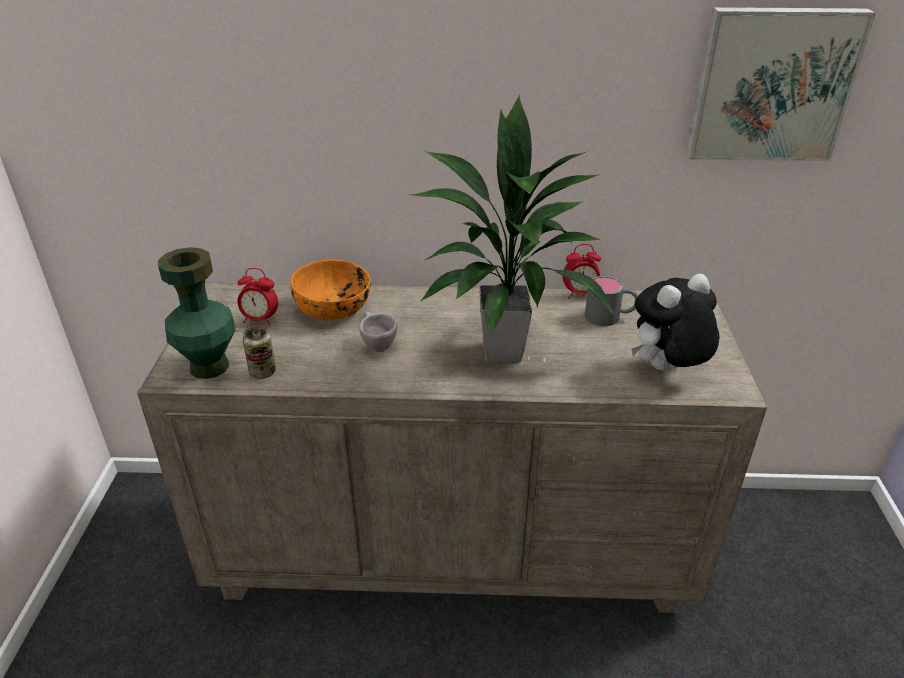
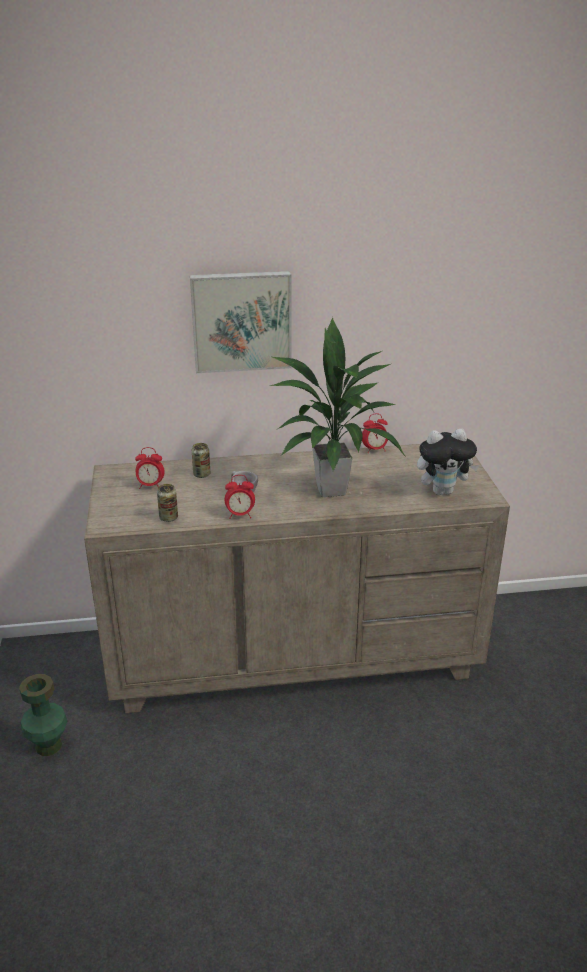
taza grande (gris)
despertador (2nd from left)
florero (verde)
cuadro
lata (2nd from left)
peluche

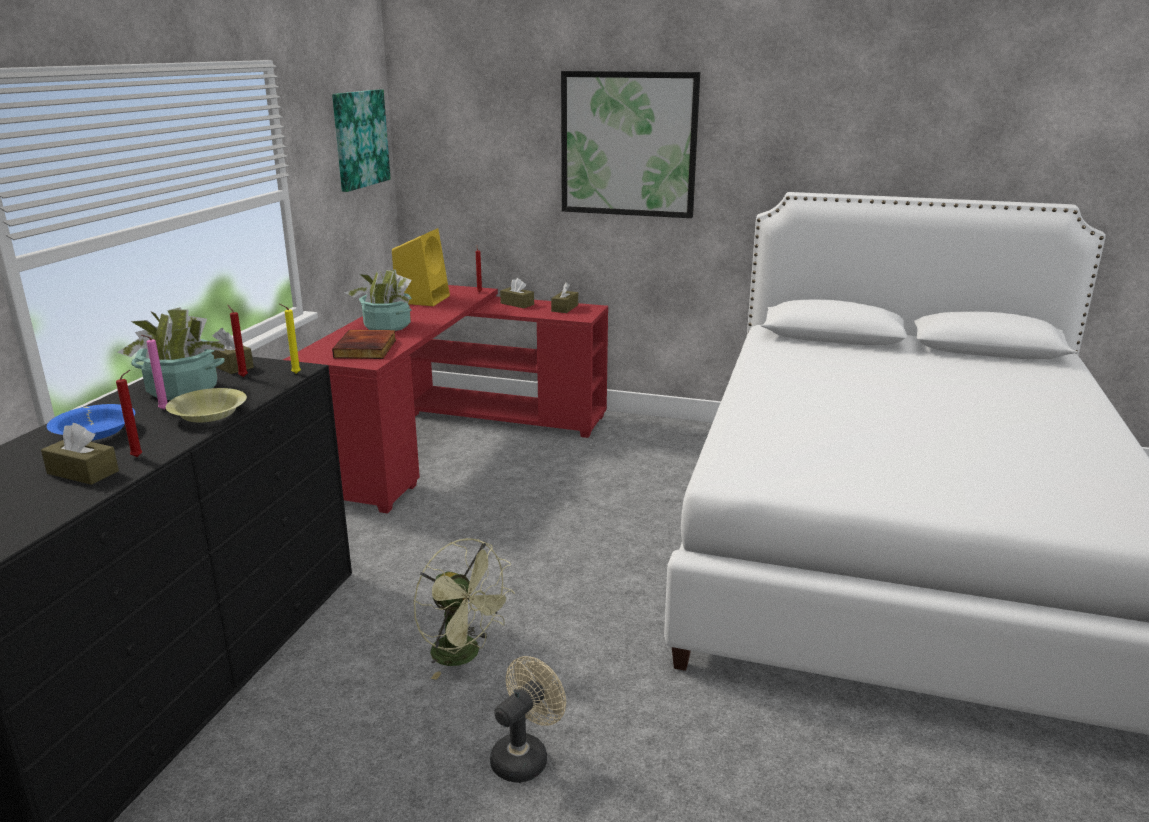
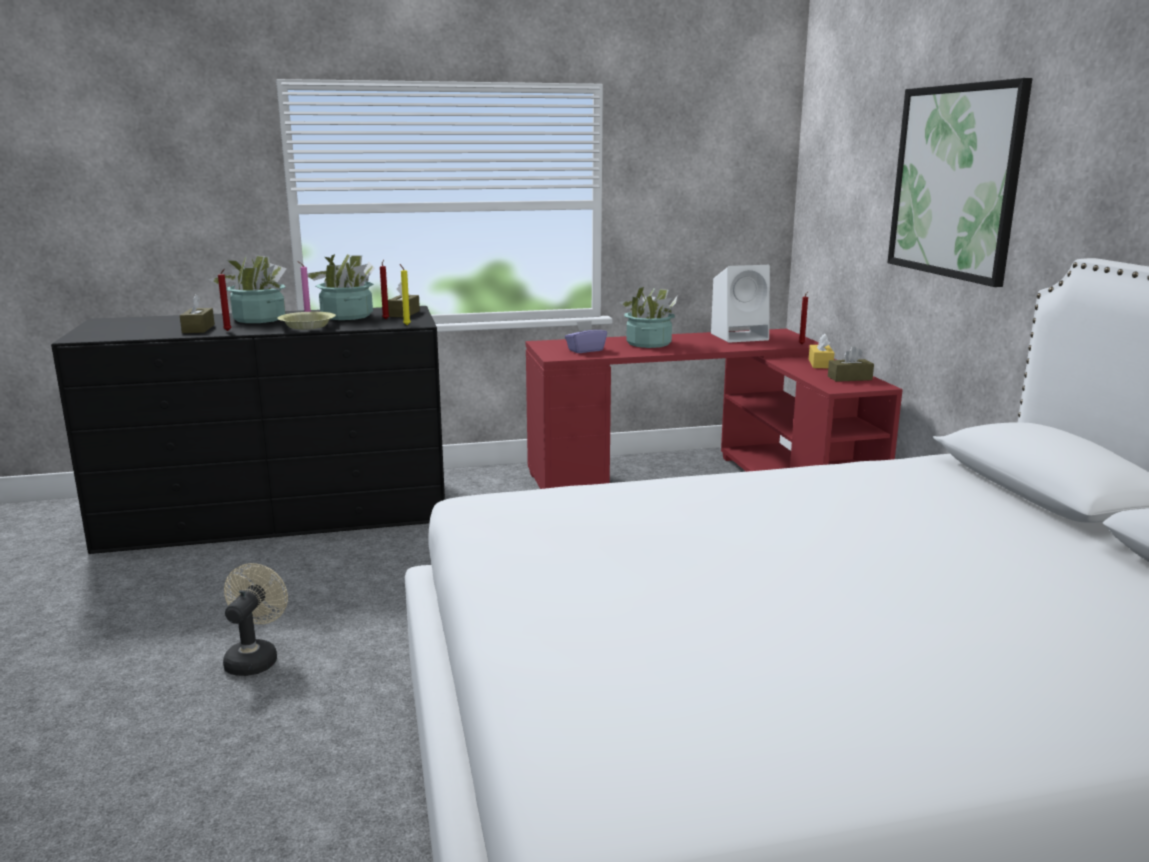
cuadro (1st from left in the first image)
ventilador (verde)
planta en maceta (1st from left)
caja de pañuelos (morado)
altavoz (blanco)
caja de pañuelos (amarillo)
ventilador (beis)

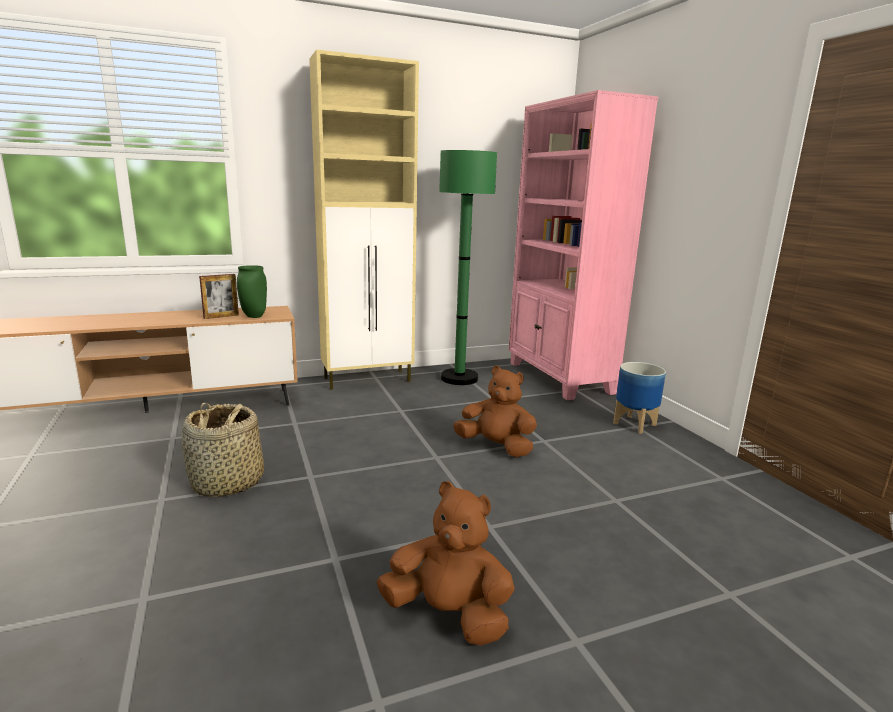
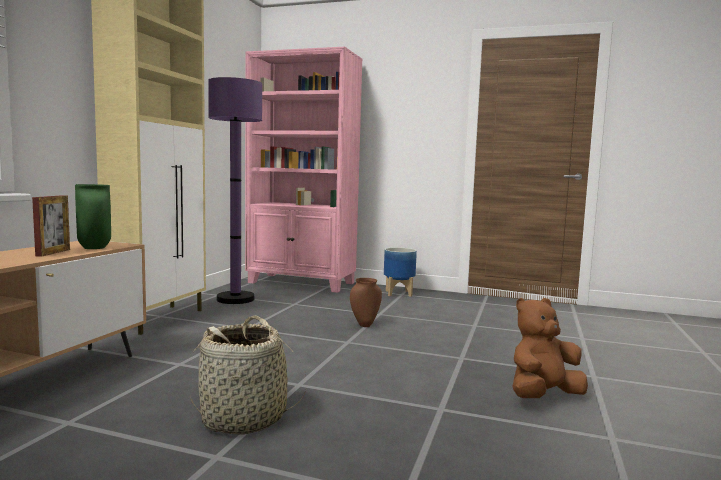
florero (marrón)
lámpara de pie (morado)

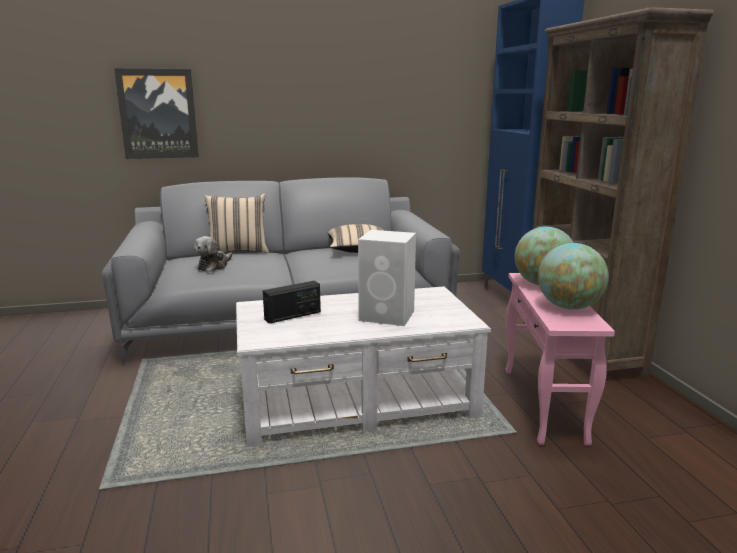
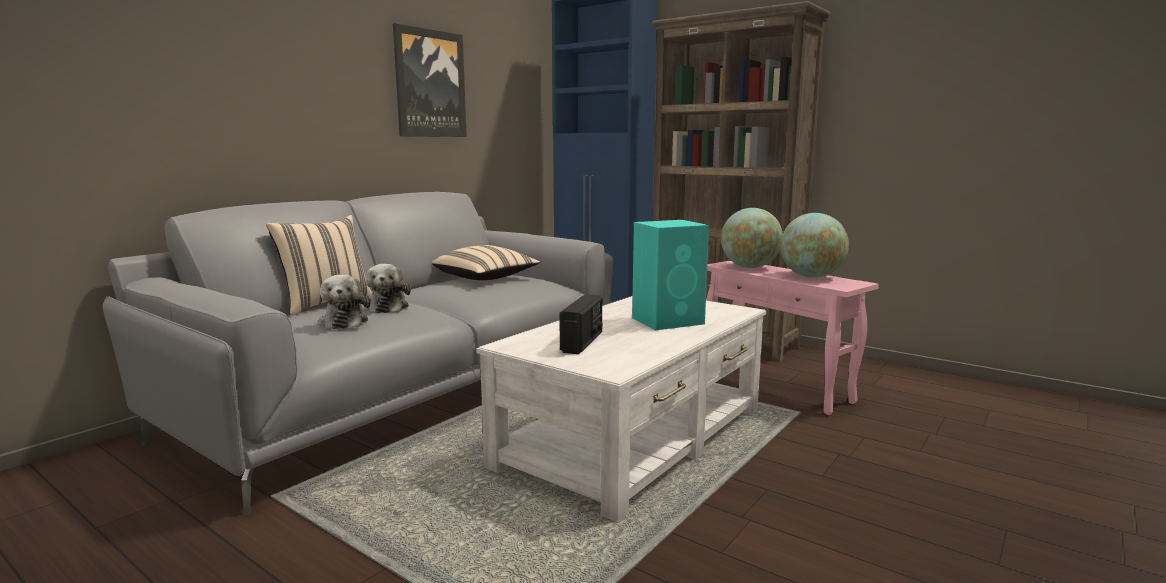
peluche (2nd from left)
cuadro
altavoz (turquesa)

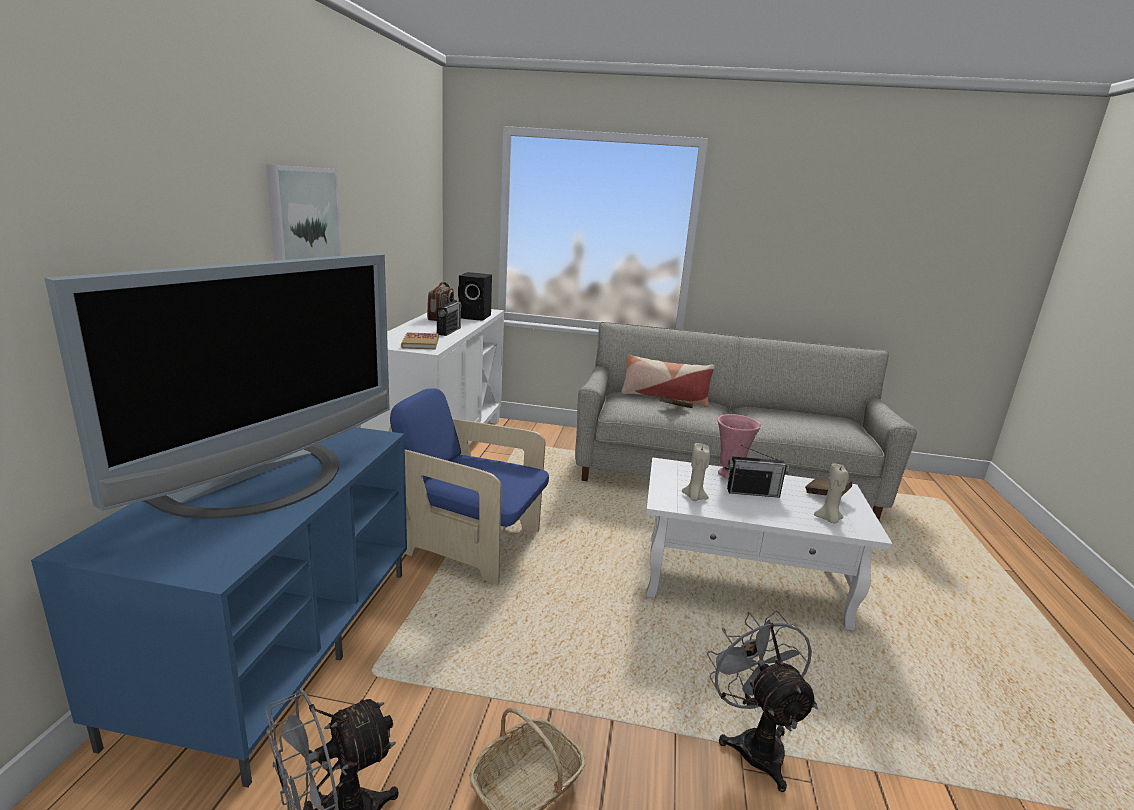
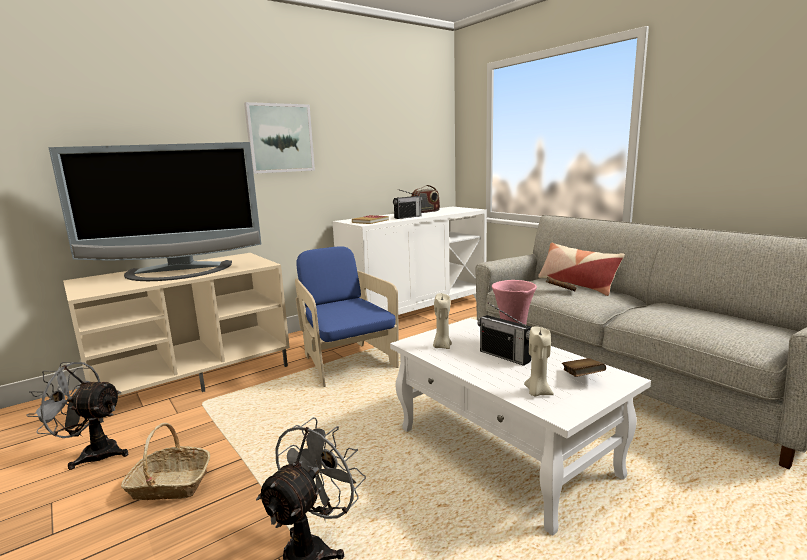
altavoz (negro)
mueble de televisión (beis)

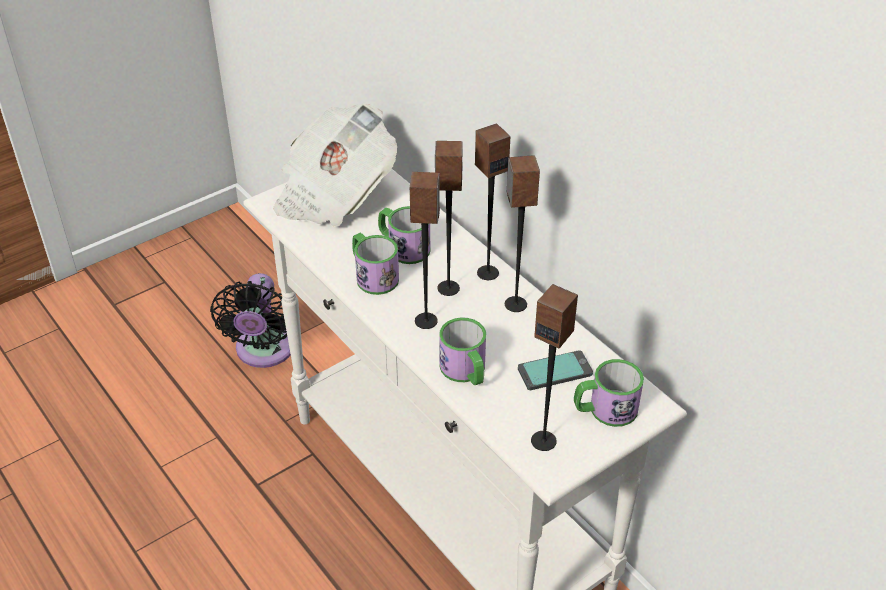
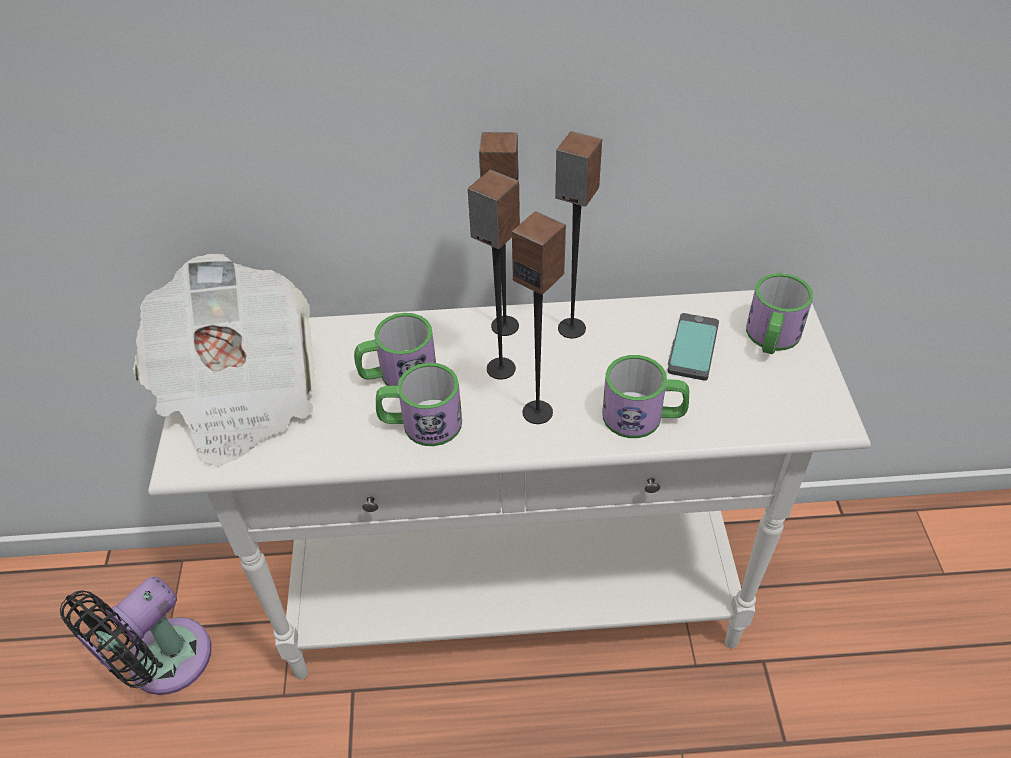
altavoz (5th from left in the first image)
ventilador (negro)

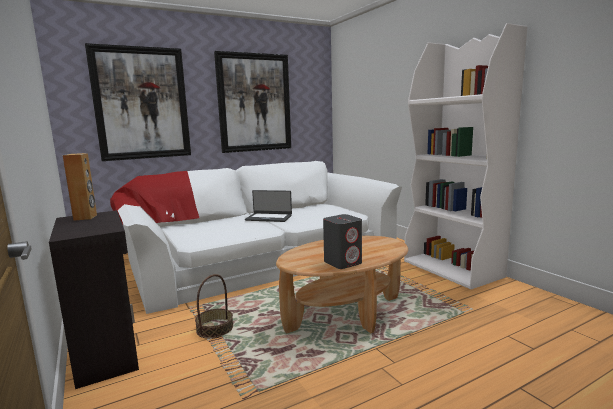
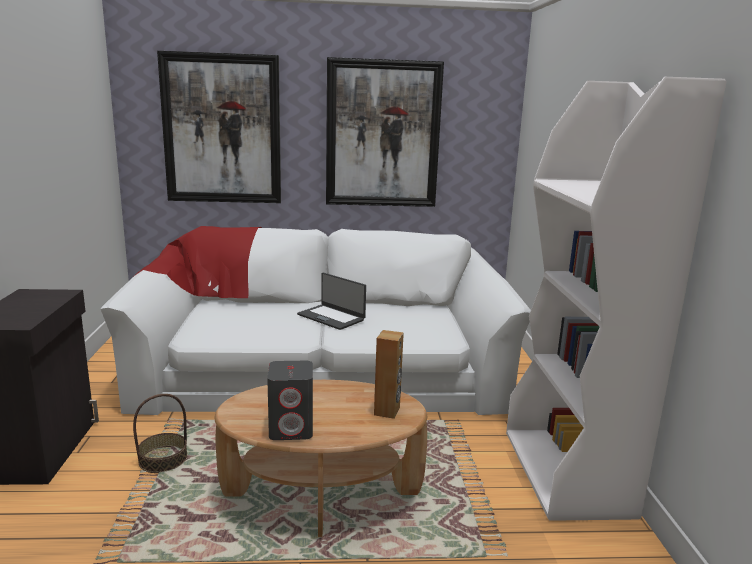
altavoz (marrón)

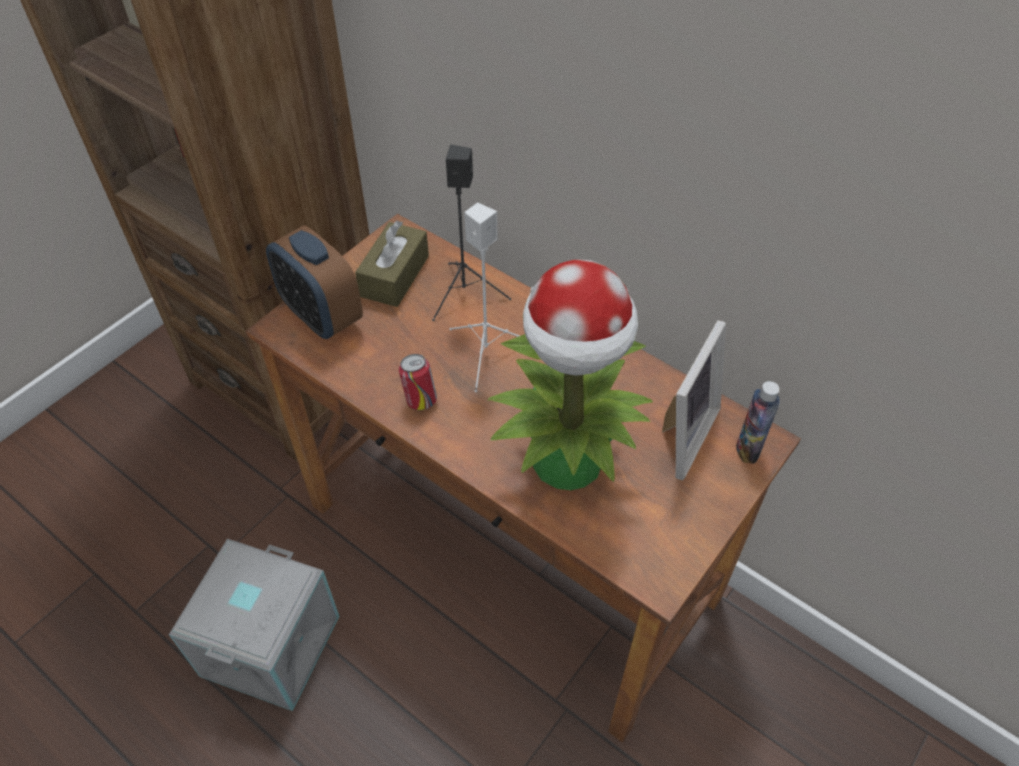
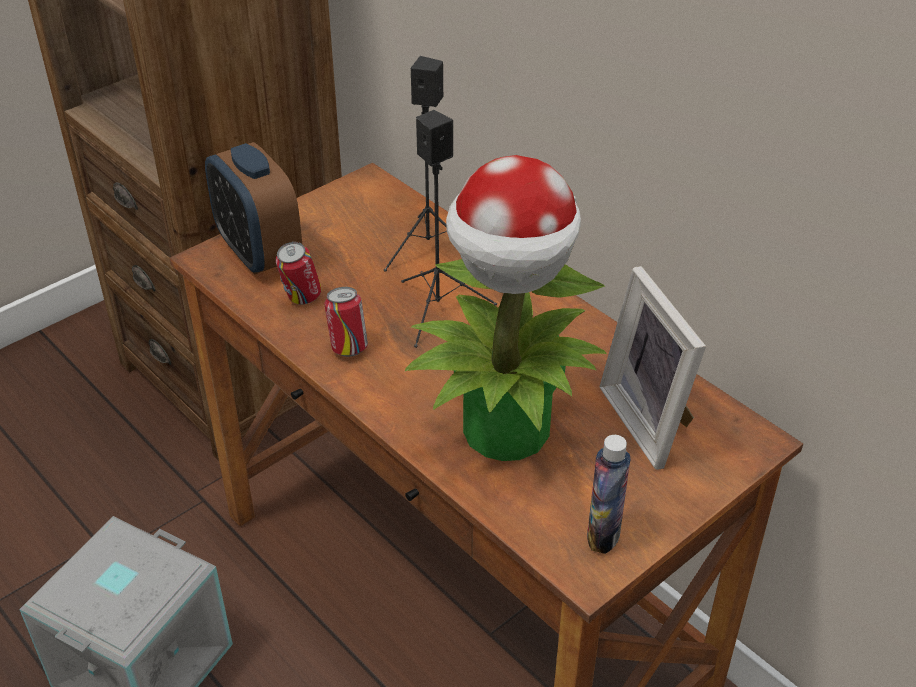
caja de pañuelos (marrón)
lata (1st from left)
botella
altavoz (negro) (2nd from left)
portarretratos

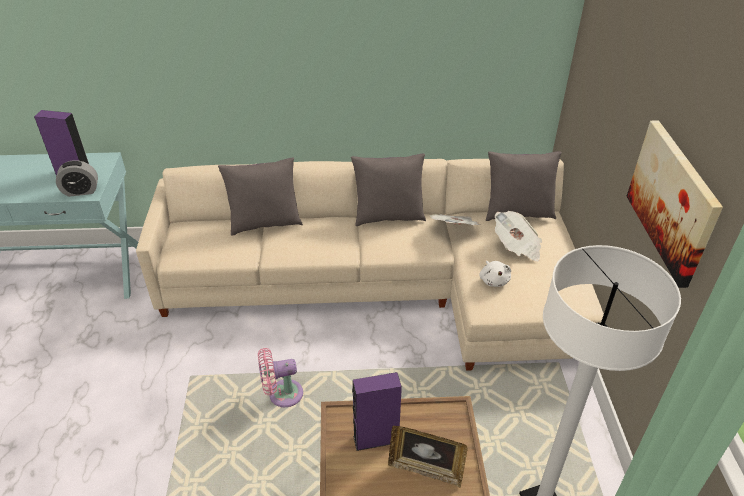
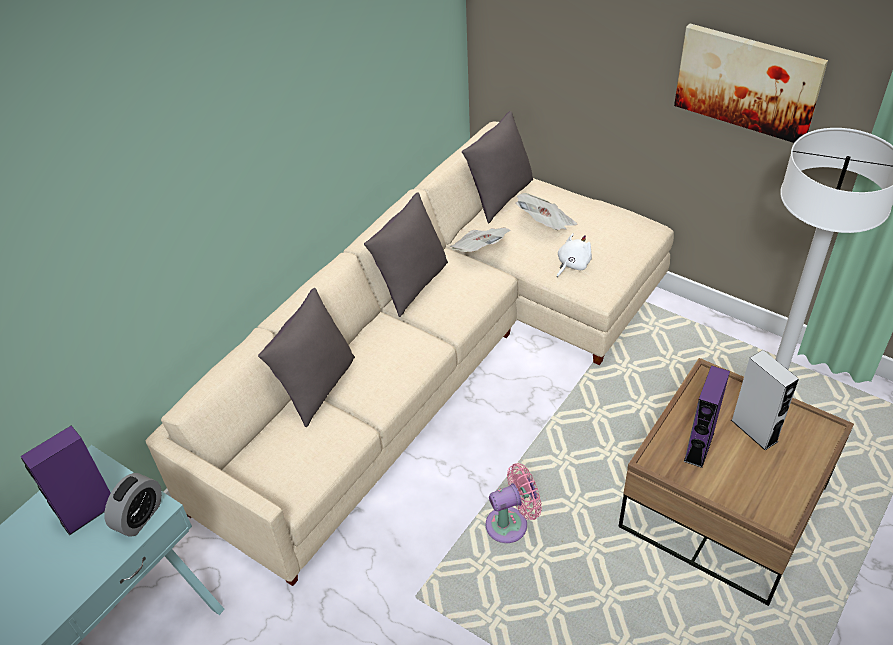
altavoz (gris)
ventilador (rosa)
peluche (blanco)

